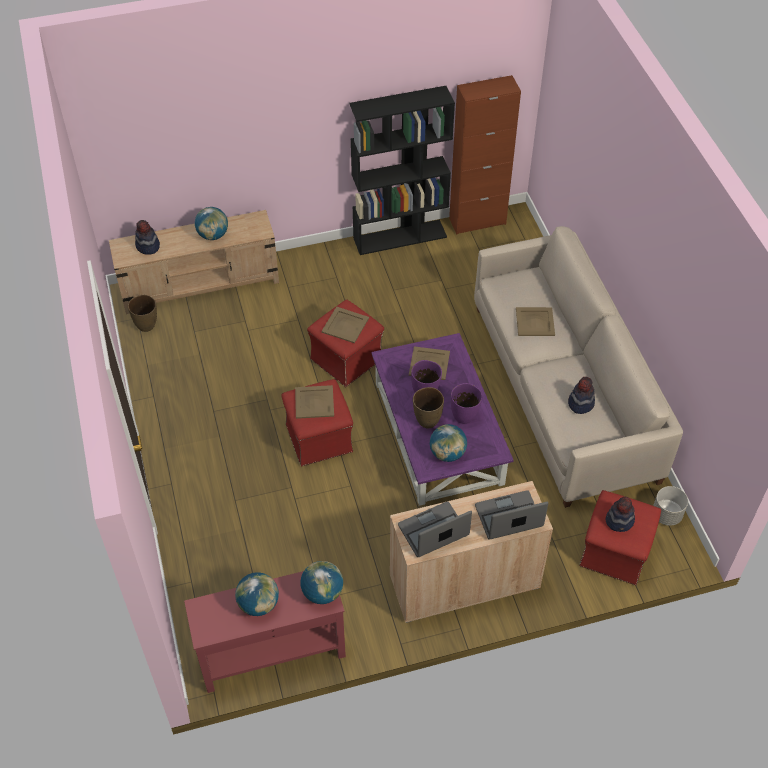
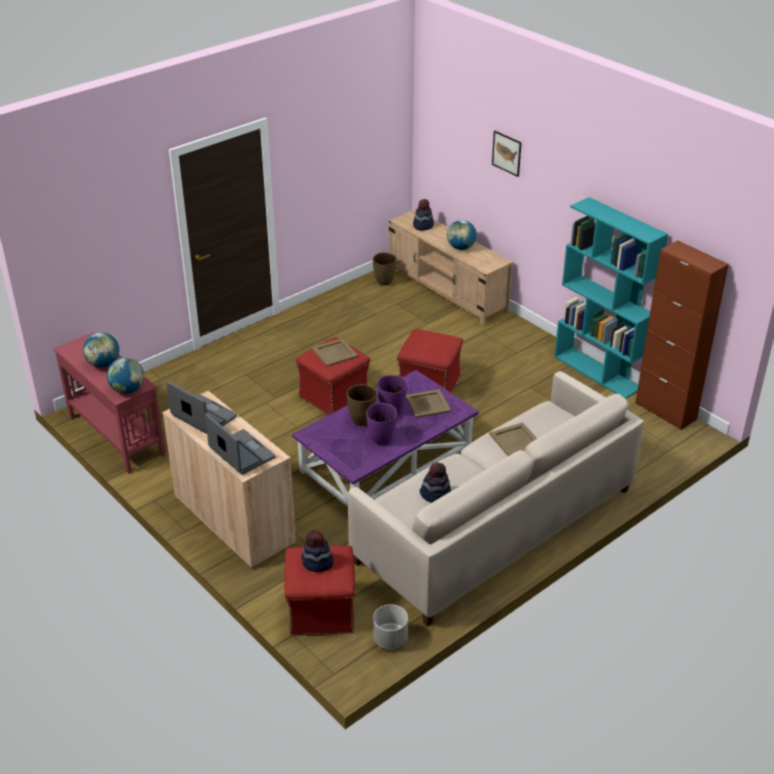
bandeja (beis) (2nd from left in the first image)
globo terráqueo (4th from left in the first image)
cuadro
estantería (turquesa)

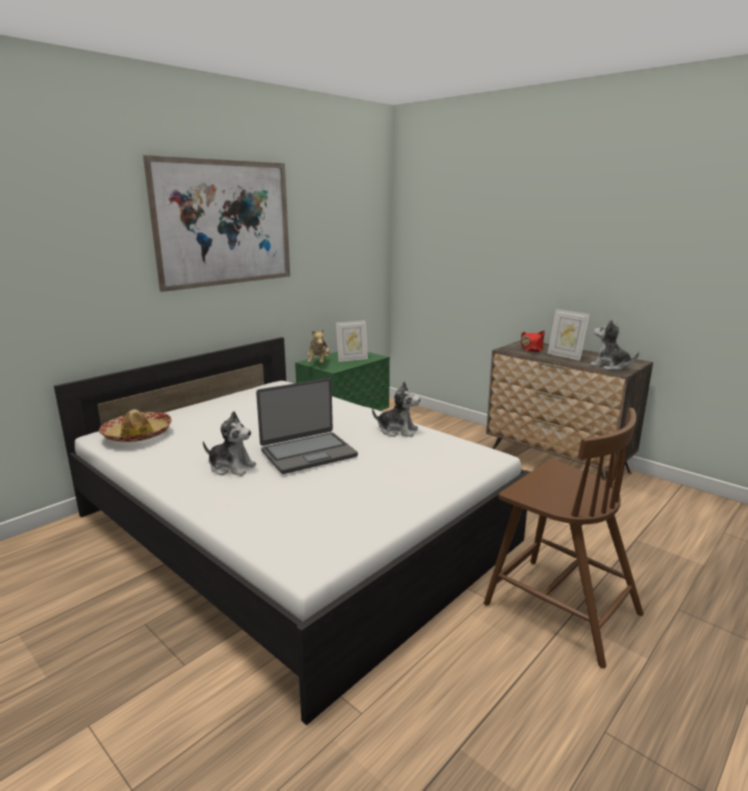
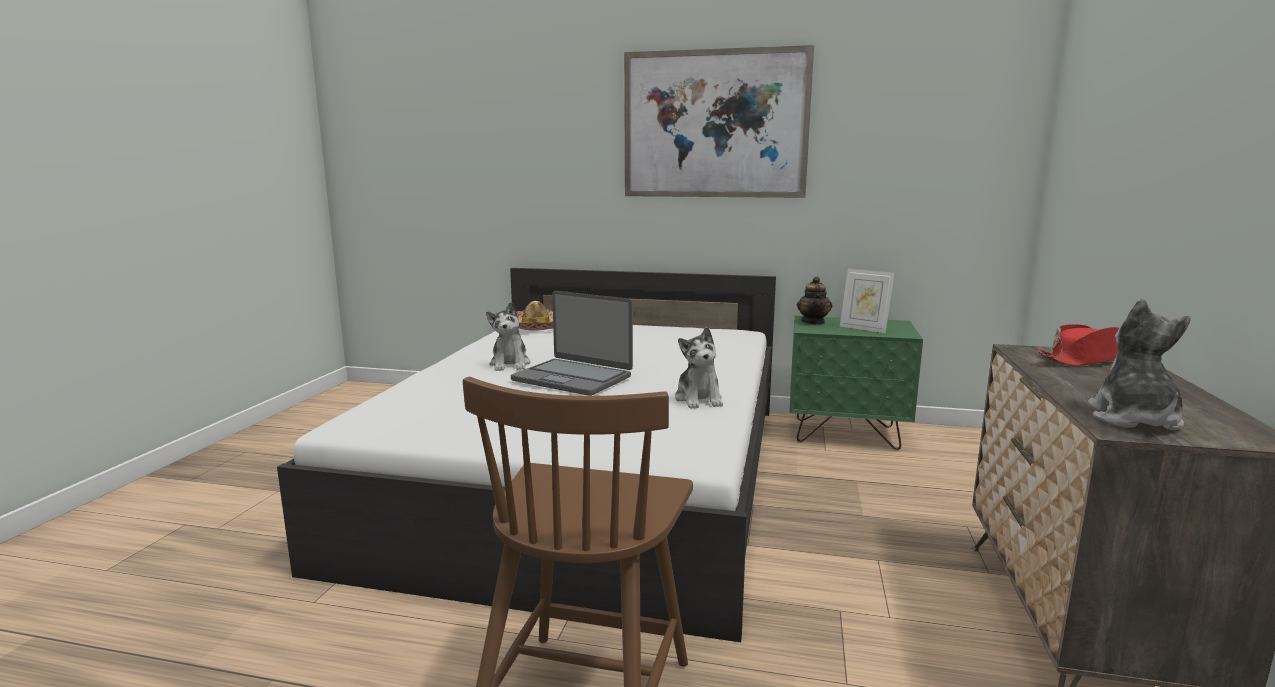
portarretratos (2nd from left in the first image)
tetera

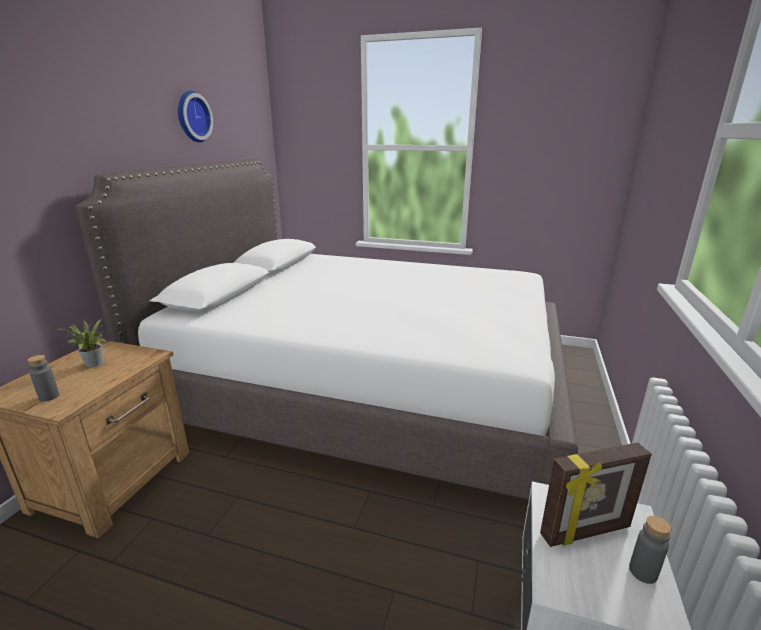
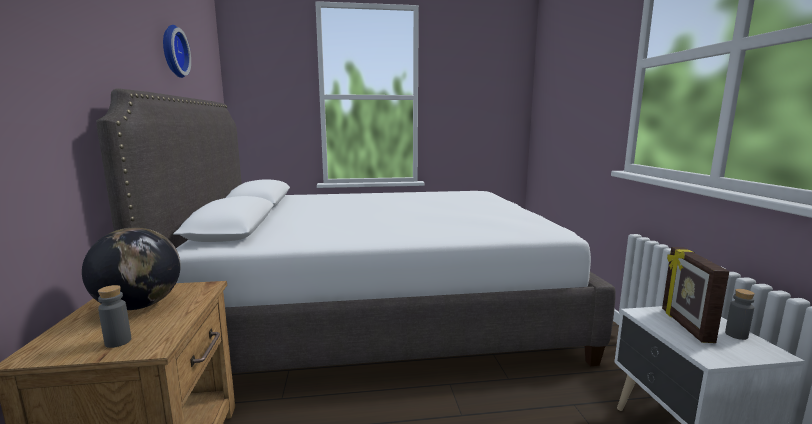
globo terráqueo
portarretratos

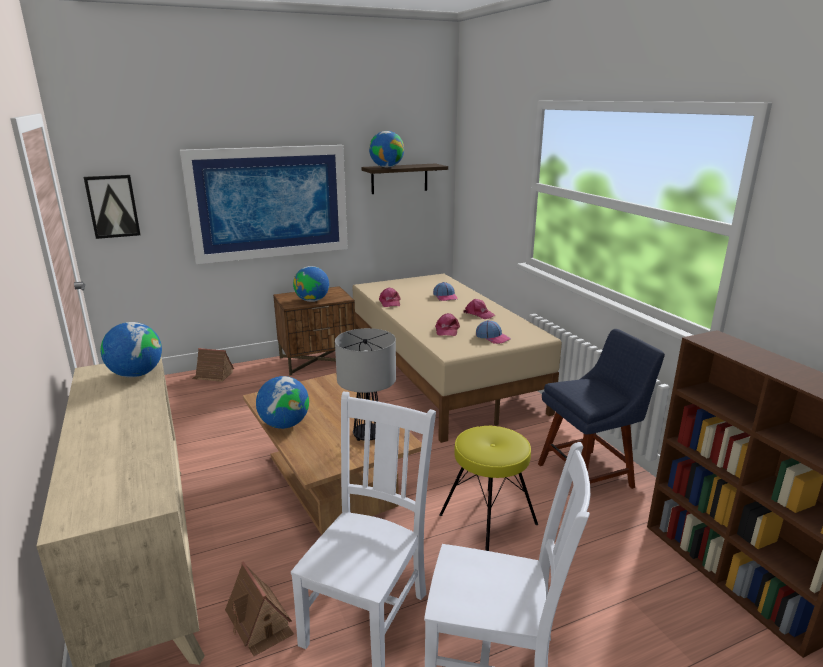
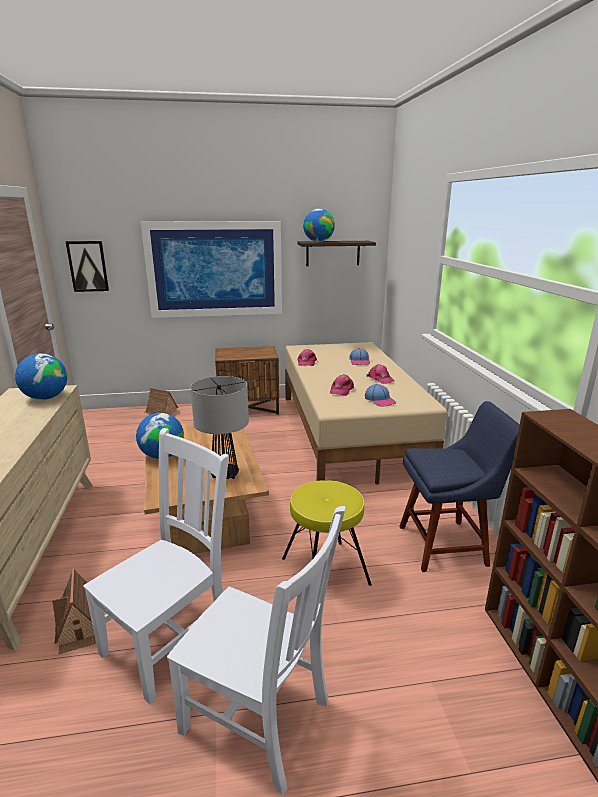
globo terráqueo (3rd from left in the first image)

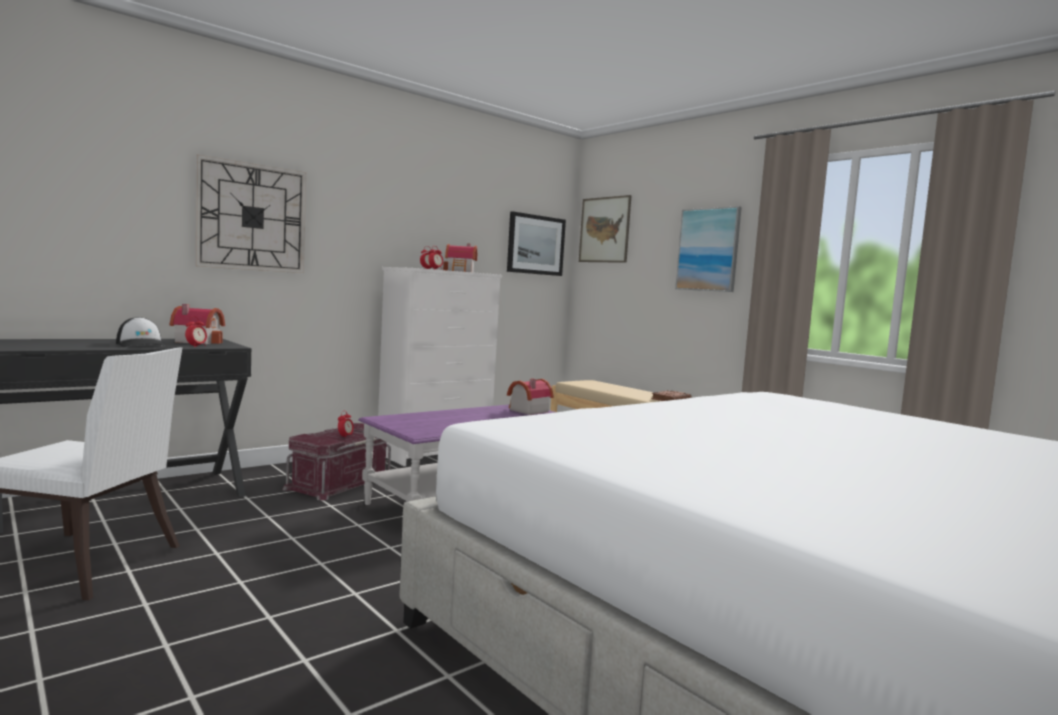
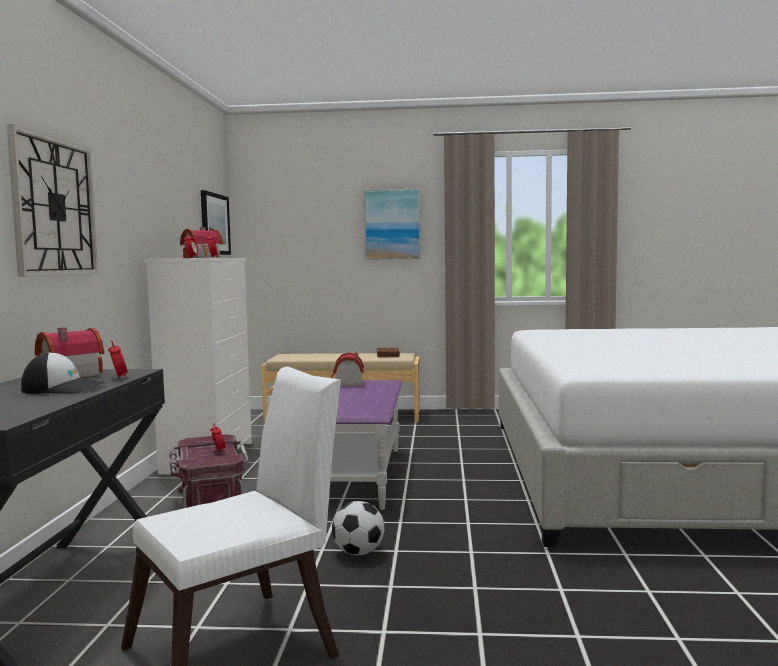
cuadro (2nd from left in the first image)
balón de fútbol

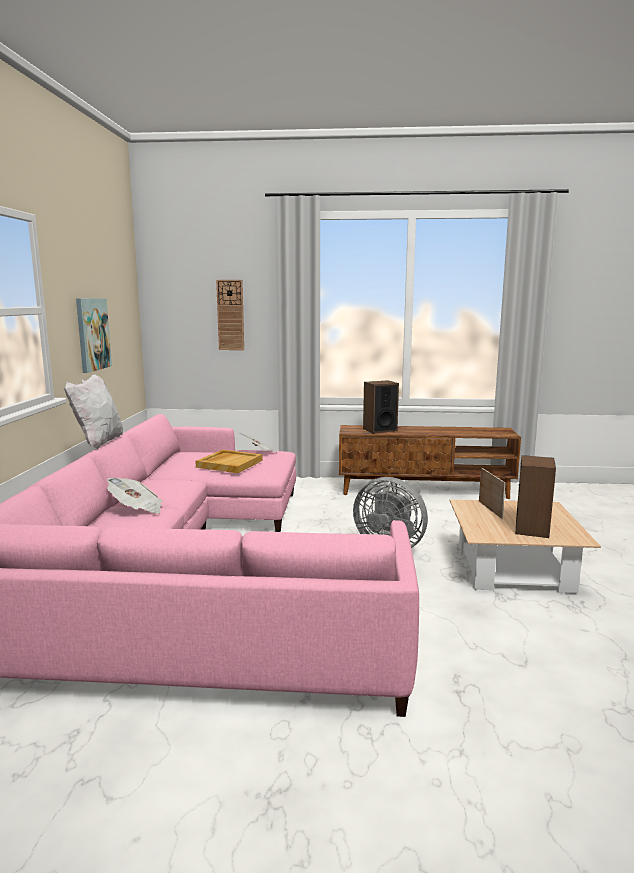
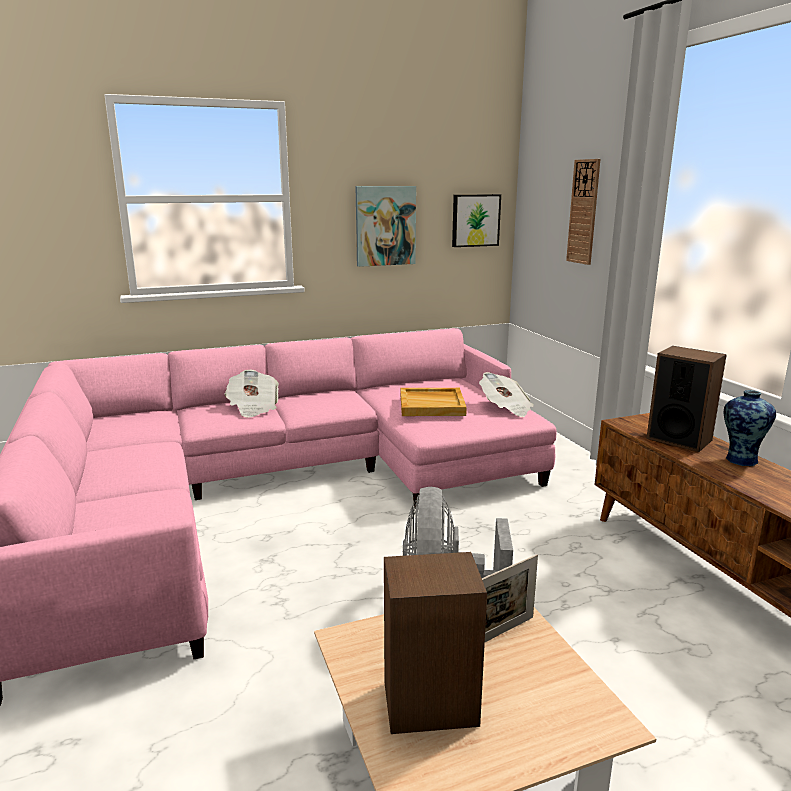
cojín (blanco)
cuadro (2nd from left)
florero

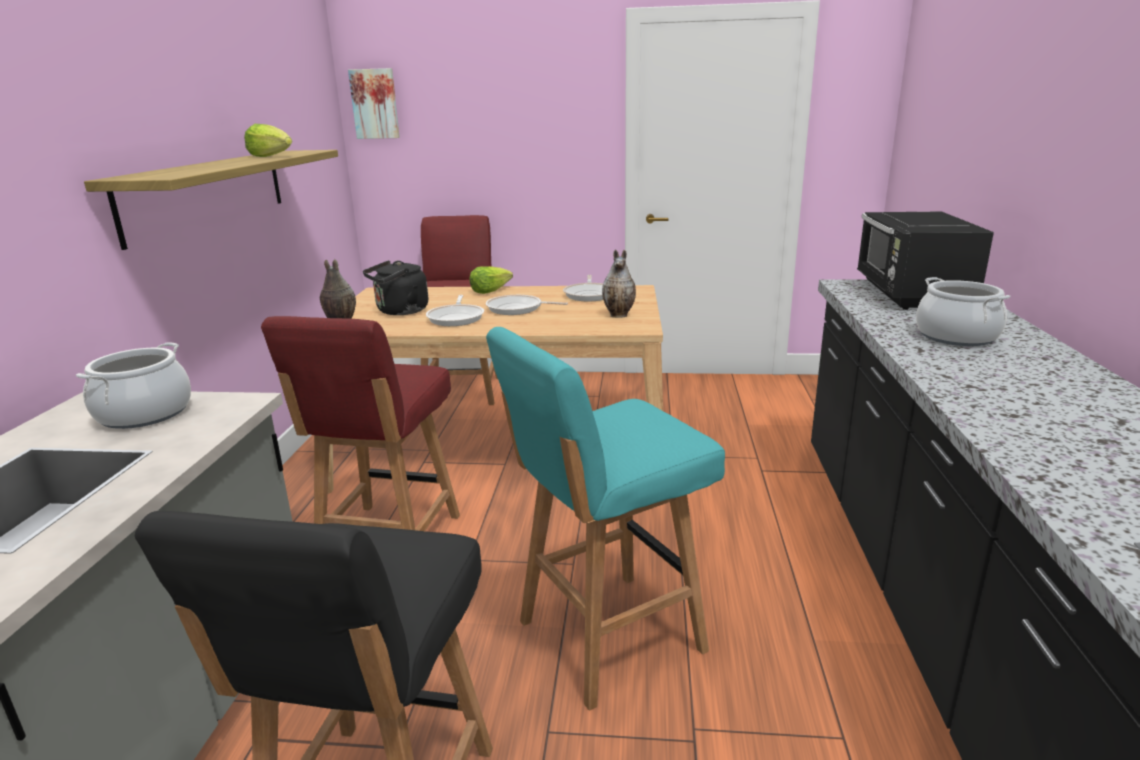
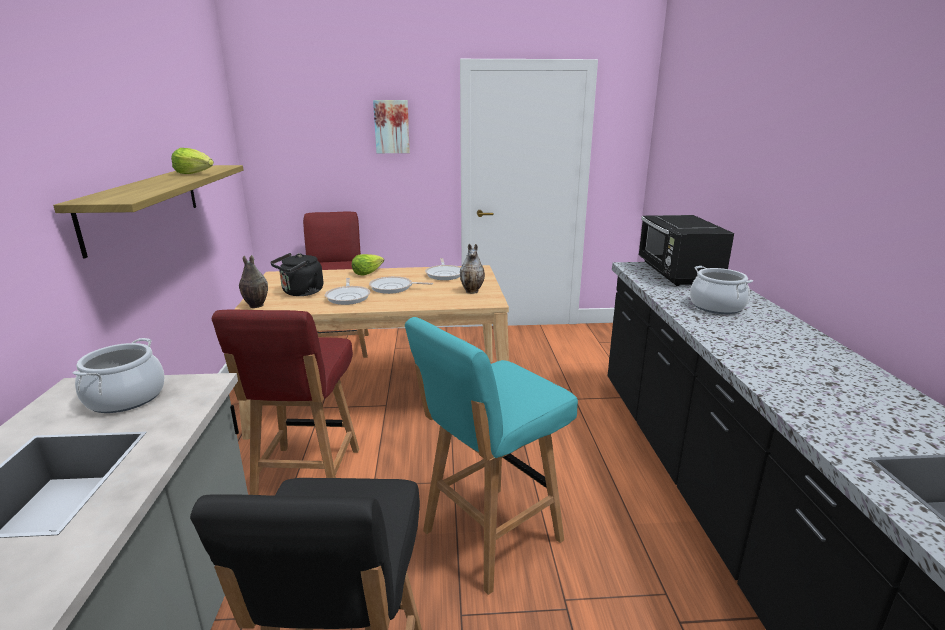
cuadro

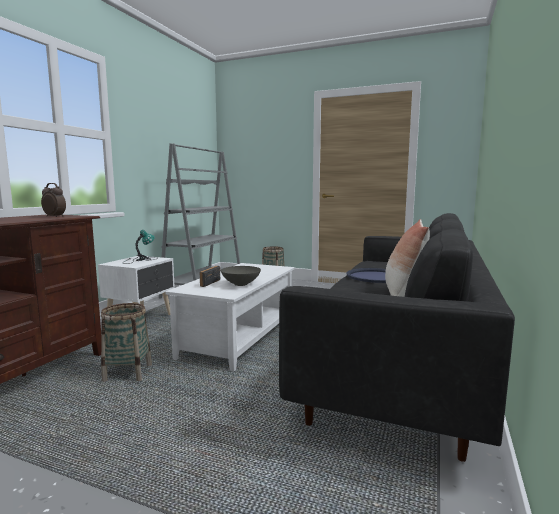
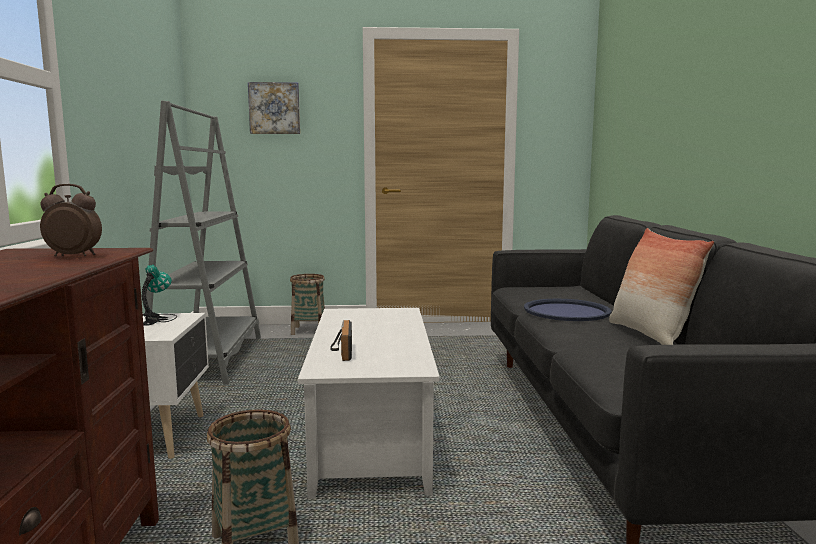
cuenco (gris)
cuadro

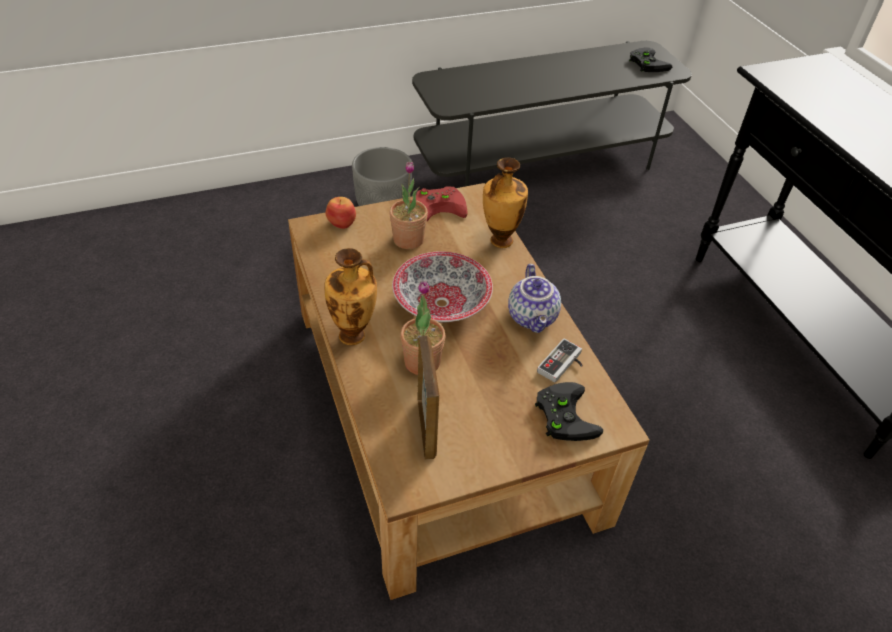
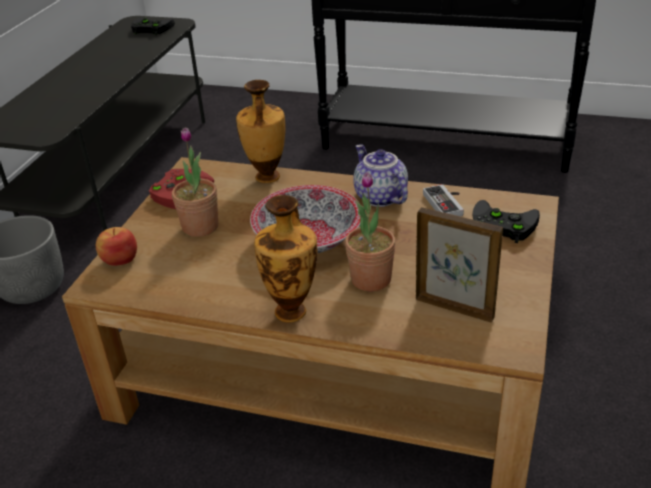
tetera

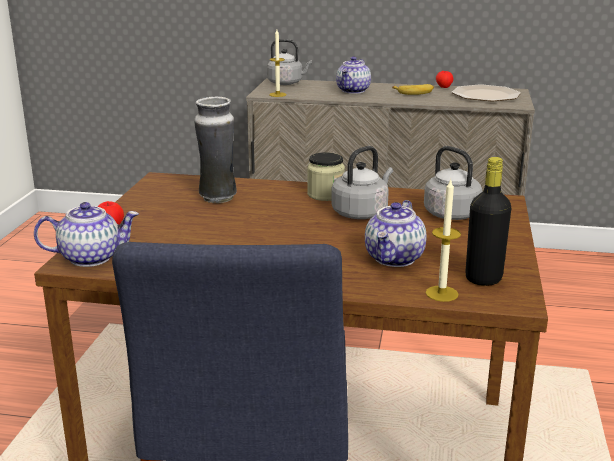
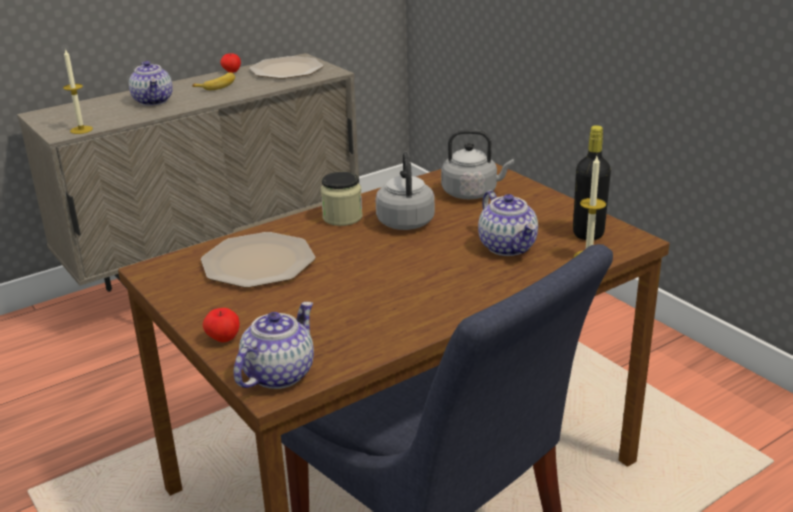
hervidor (gris) (1st from left in the first image)
plato (1st from left)

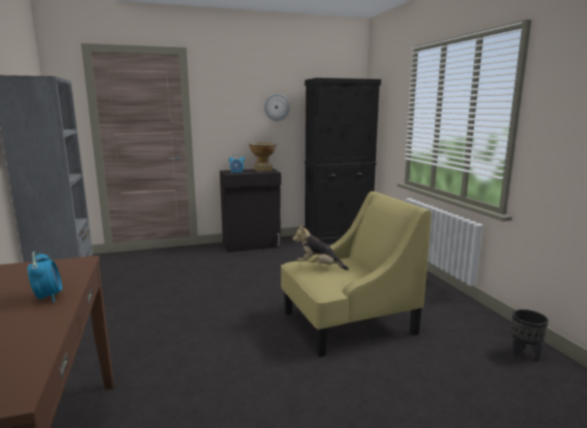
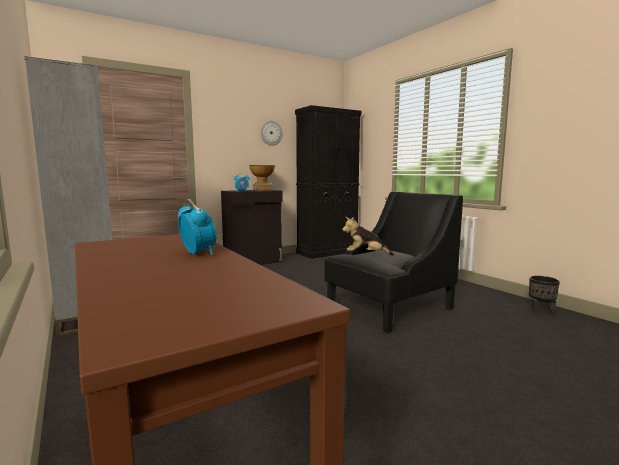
sillón (negro)

